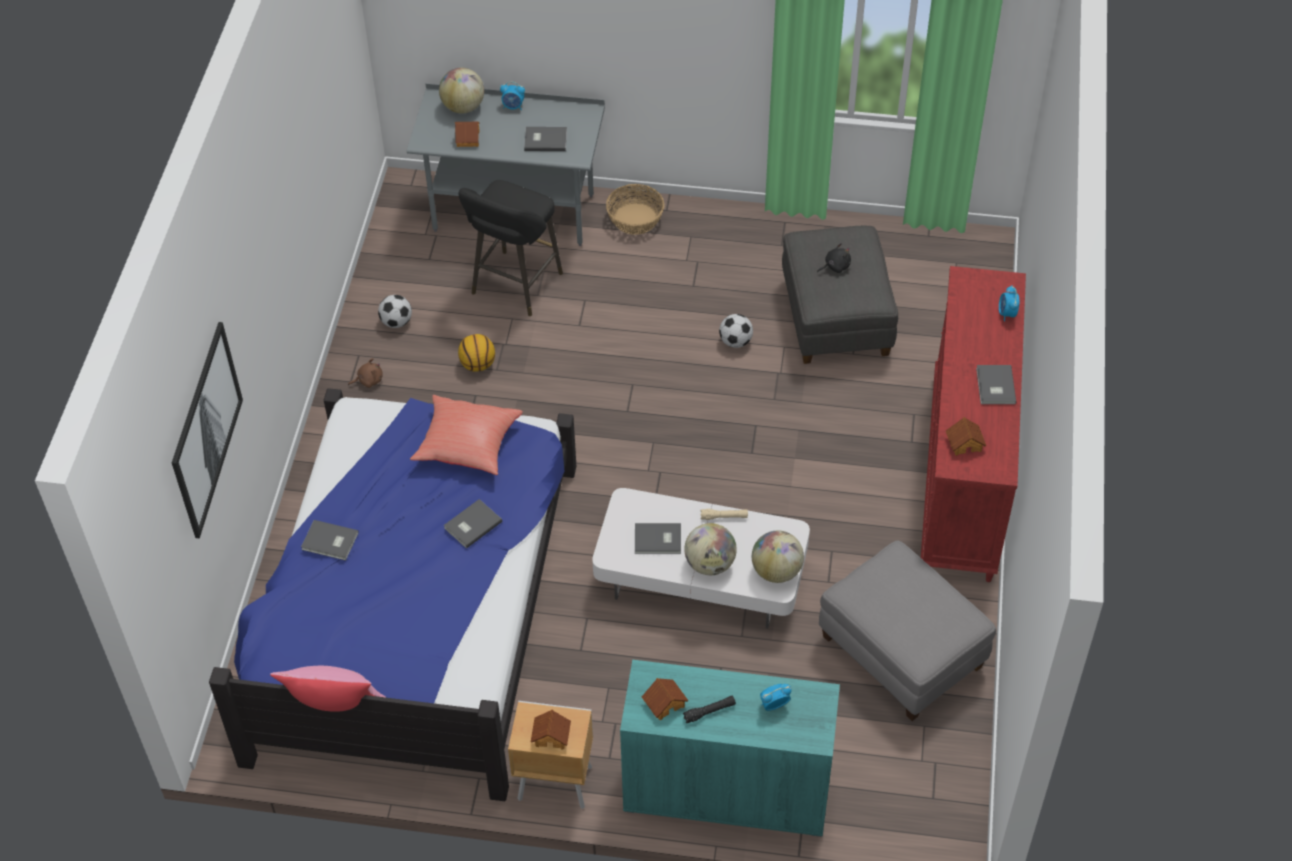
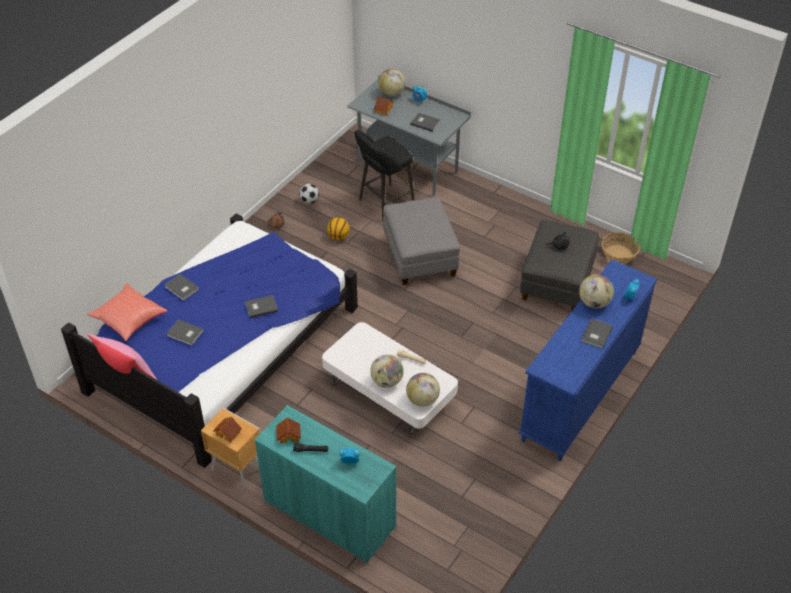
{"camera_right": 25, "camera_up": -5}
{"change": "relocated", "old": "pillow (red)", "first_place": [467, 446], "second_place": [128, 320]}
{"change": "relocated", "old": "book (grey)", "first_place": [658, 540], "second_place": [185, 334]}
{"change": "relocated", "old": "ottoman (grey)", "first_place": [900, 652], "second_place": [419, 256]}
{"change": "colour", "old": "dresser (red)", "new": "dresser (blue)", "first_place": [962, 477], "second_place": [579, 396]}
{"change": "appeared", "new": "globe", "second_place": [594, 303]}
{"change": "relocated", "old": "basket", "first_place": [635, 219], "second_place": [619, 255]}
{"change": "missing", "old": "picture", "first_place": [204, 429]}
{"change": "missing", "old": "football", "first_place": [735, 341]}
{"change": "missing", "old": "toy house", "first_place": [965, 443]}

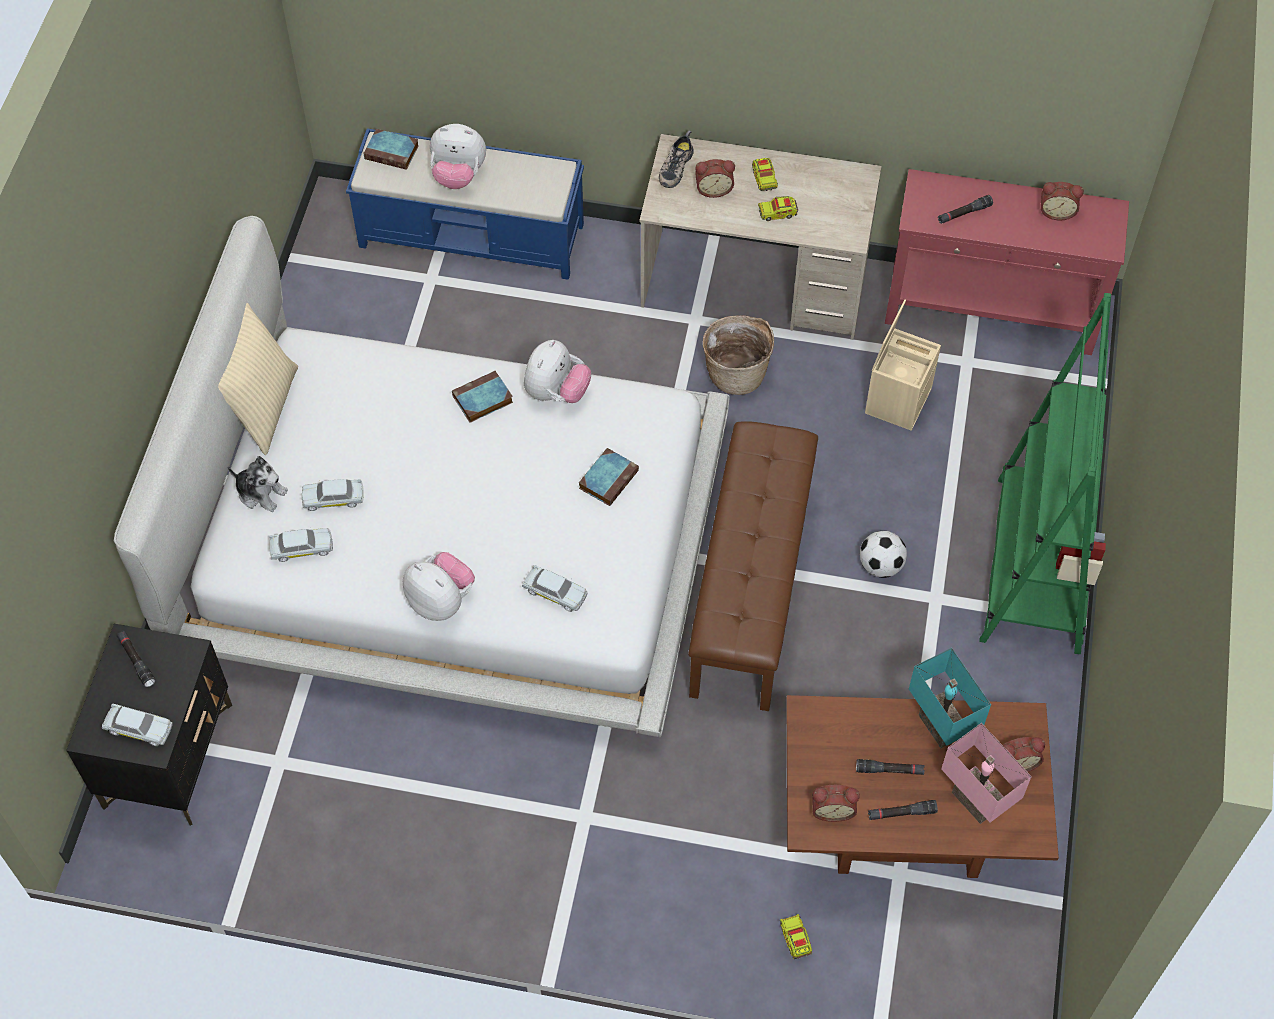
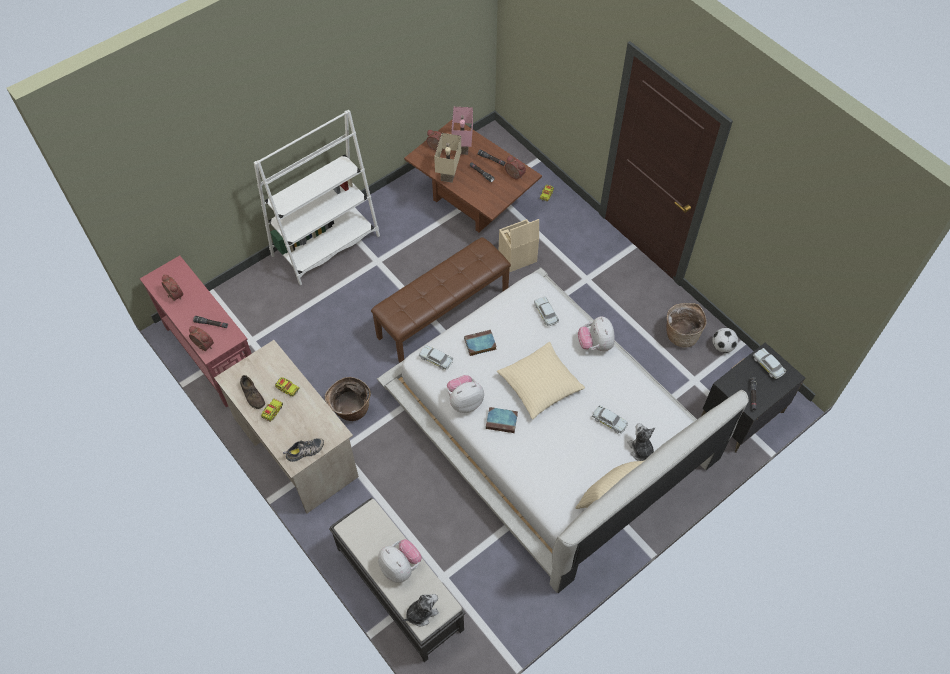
{"camera_right": -140, "camera_up": 0}
{"change": "relocated", "old": "alarm clock", "first_place": [713, 189], "second_place": [202, 346]}
{"change": "appeared", "new": "shoe (brown)", "second_place": [252, 395]}
{"change": "colour", "old": "bookcase (green)", "new": "bookcase (white)", "first_place": [1037, 565], "second_place": [326, 246]}
{"change": "colour", "old": "bench (blue)", "new": "bench (black)", "first_place": [473, 235], "second_place": [398, 588]}
{"change": "exchanged", "old": "book", "new": "plush toy", "first_place": [393, 152], "second_place": [421, 613]}
{"change": "relocated", "old": "toy car (white)", "first_place": [301, 548], "second_place": [436, 359]}
{"change": "colour", "old": "table lamp (turquoise)", "new": "table lamp (beige)", "first_place": [942, 725], "second_place": [447, 174]}
{"change": "appeared", "new": "pillow (beige)", "second_place": [540, 384]}
{"change": "relocated", "old": "storage box (beige)", "first_place": [897, 399], "second_place": [517, 258]}
{"change": "appeared", "new": "basket", "second_place": [681, 334]}
{"change": "relocated", "old": "football", "first_place": [880, 566], "second_place": [722, 346]}

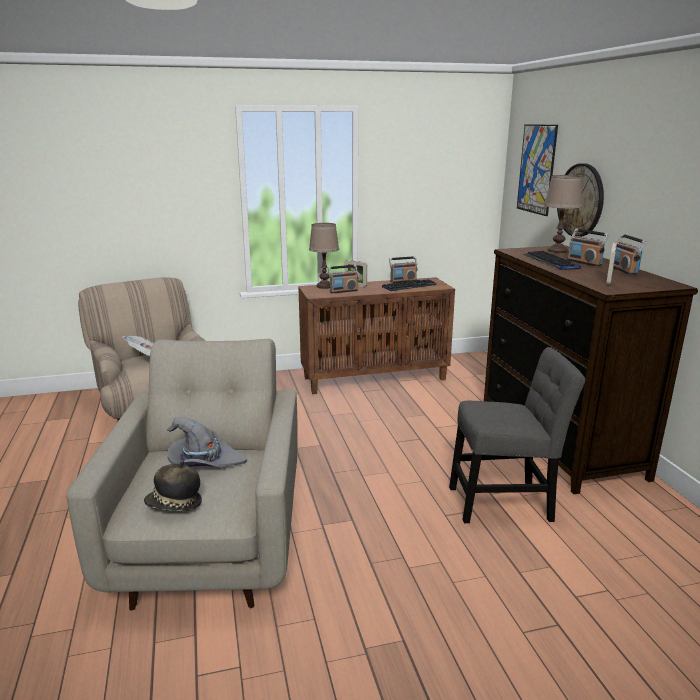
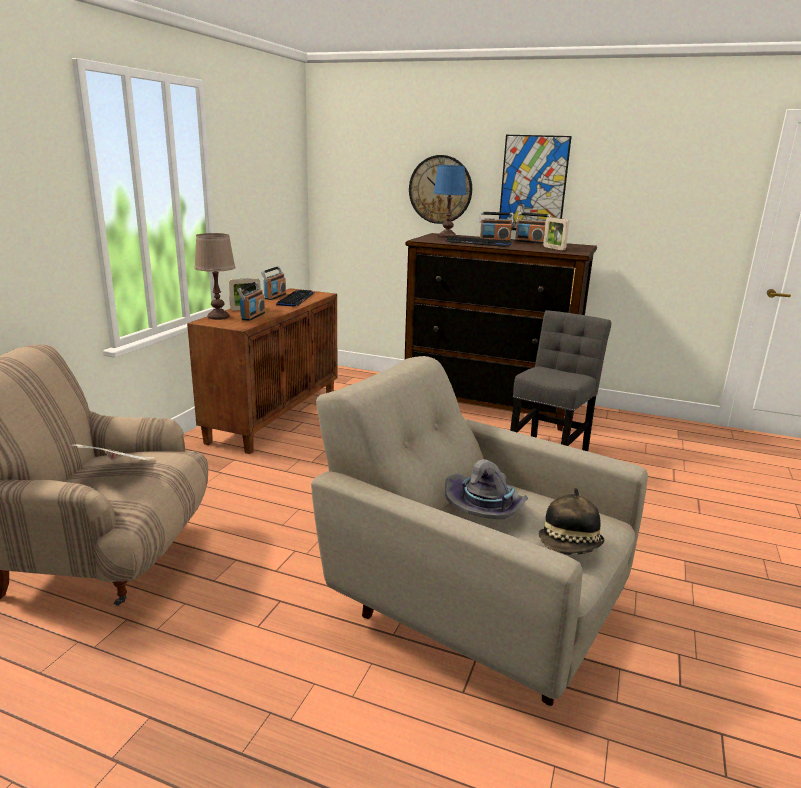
{"camera_right": -55, "camera_up": 0}
{"change": "colour", "old": "table lamp (brown)", "new": "table lamp (blue)", "first_place": [557, 251], "second_place": [447, 236]}
{"change": "relocated", "old": "picture", "first_place": [536, 169], "second_place": [533, 184]}

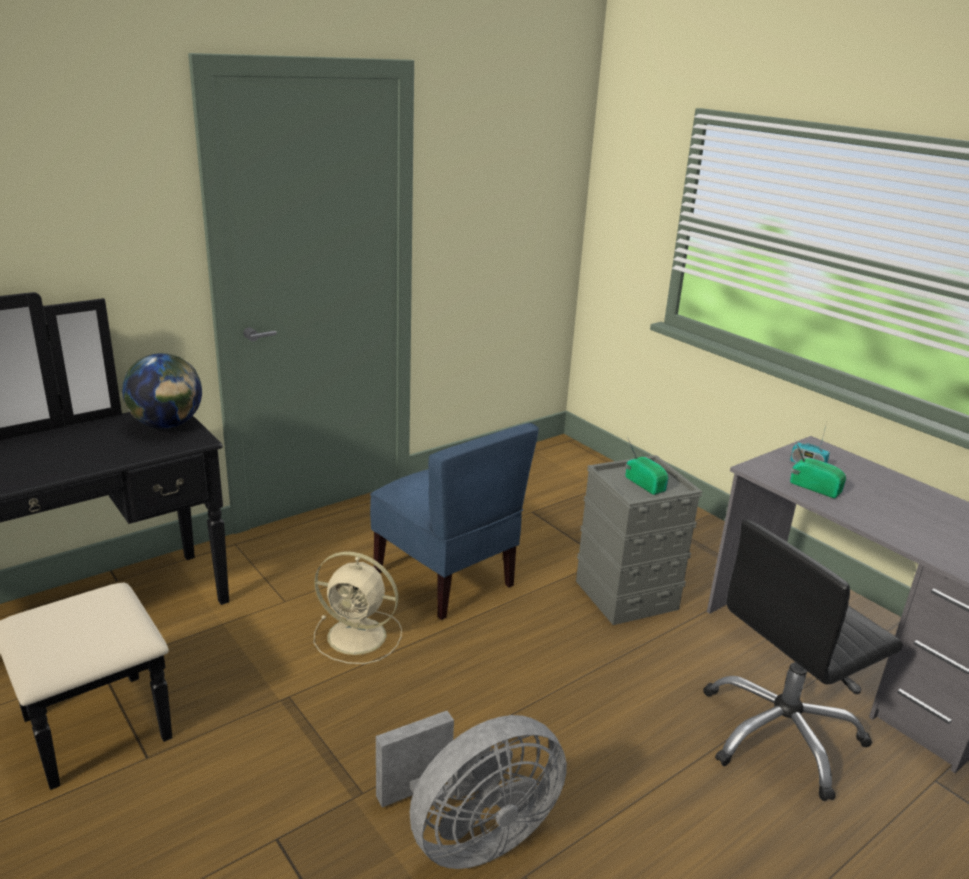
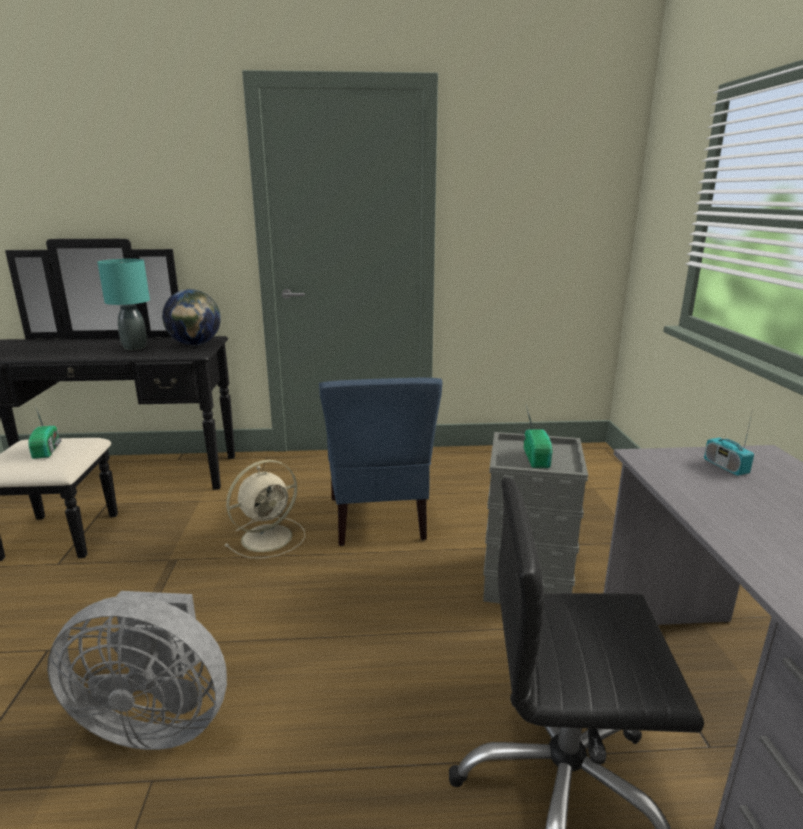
{"camera_right": 35, "camera_up": -5}
{"change": "relocated", "old": "radio", "first_place": [814, 487], "second_place": [48, 450]}
{"change": "appeared", "new": "table lamp (turquoise)", "second_place": [135, 347]}
{"change": "spun", "old": "fan (beige)", "first_place": [359, 636], "second_place": [269, 537], "degrees": -90}

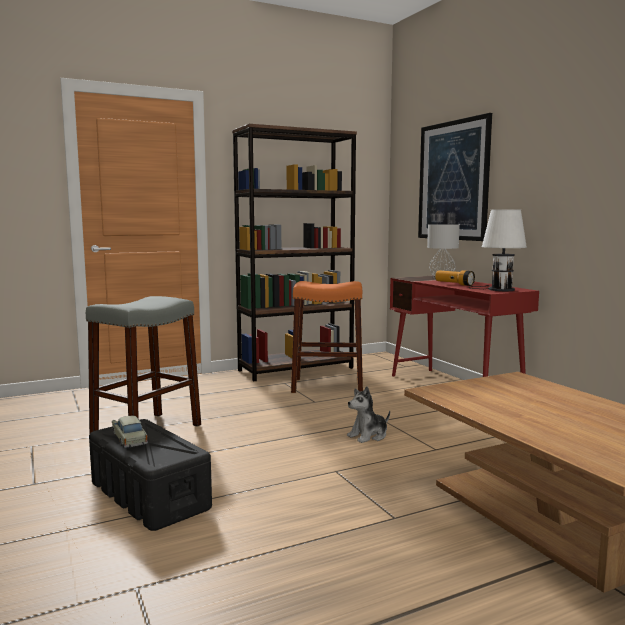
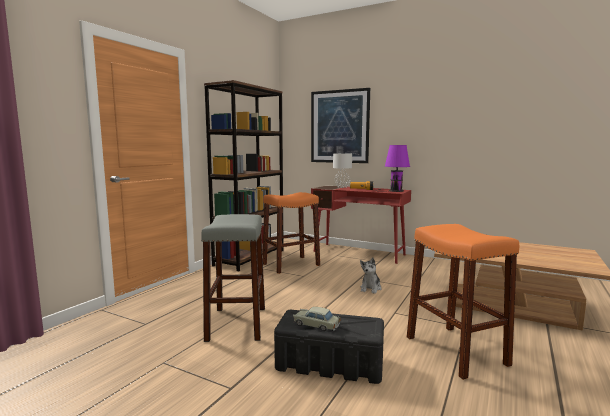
{"camera_right": -35, "camera_up": 0}
{"change": "colour", "old": "table lamp (white)", "new": "table lamp (purple)", "first_place": [498, 289], "second_place": [394, 191]}
{"change": "appeared", "new": "stool (orange)", "second_place": [455, 350]}

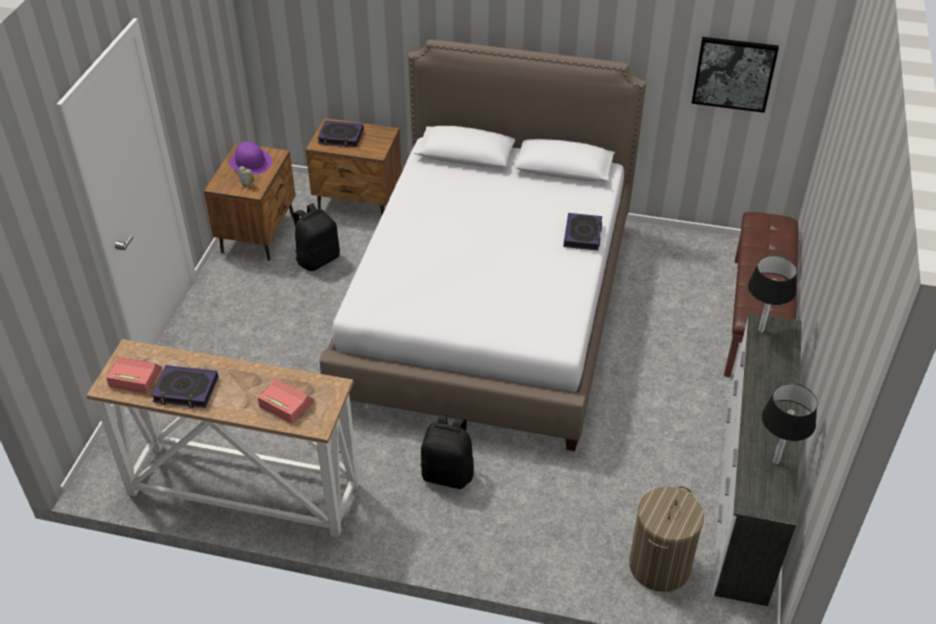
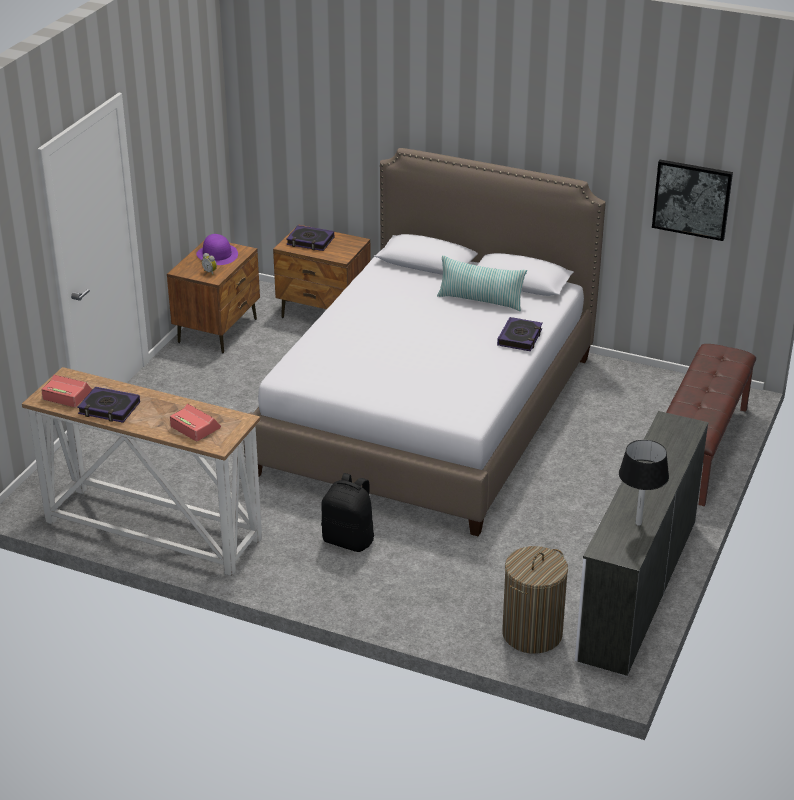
{"camera_right": 10, "camera_up": -10}
{"change": "appeared", "new": "pillow", "second_place": [480, 300]}
{"change": "missing", "old": "backpack (black)", "first_place": [318, 259]}
{"change": "missing", "old": "table lamp (black)", "first_place": [761, 330]}

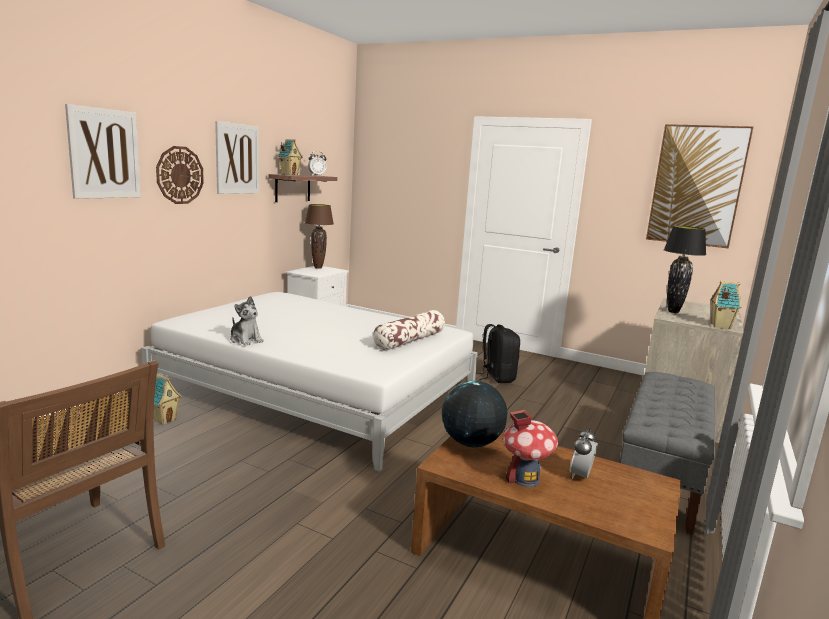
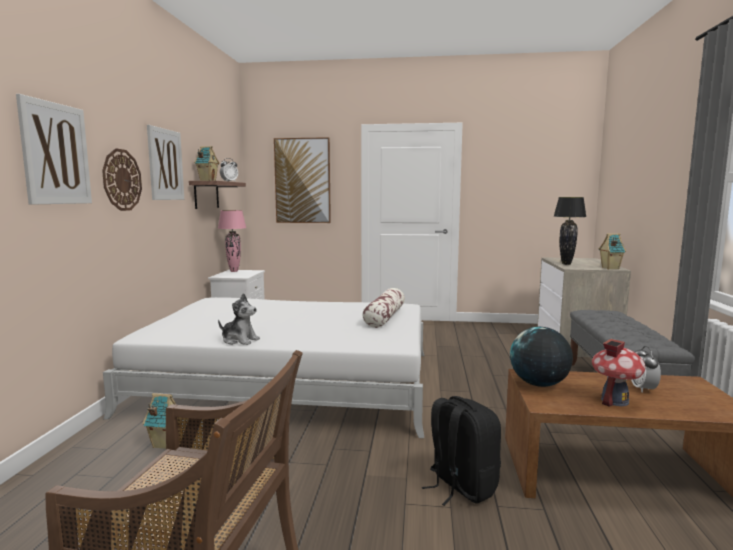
{"camera_right": -20, "camera_up": -5}
{"change": "colour", "old": "table lamp (brown)", "new": "table lamp (pink)", "first_place": [318, 267], "second_place": [234, 271]}
{"change": "relocated", "old": "picture", "first_place": [696, 186], "second_place": [302, 181]}
{"change": "relocated", "old": "backpack (black)", "first_place": [497, 377], "second_place": [460, 486]}

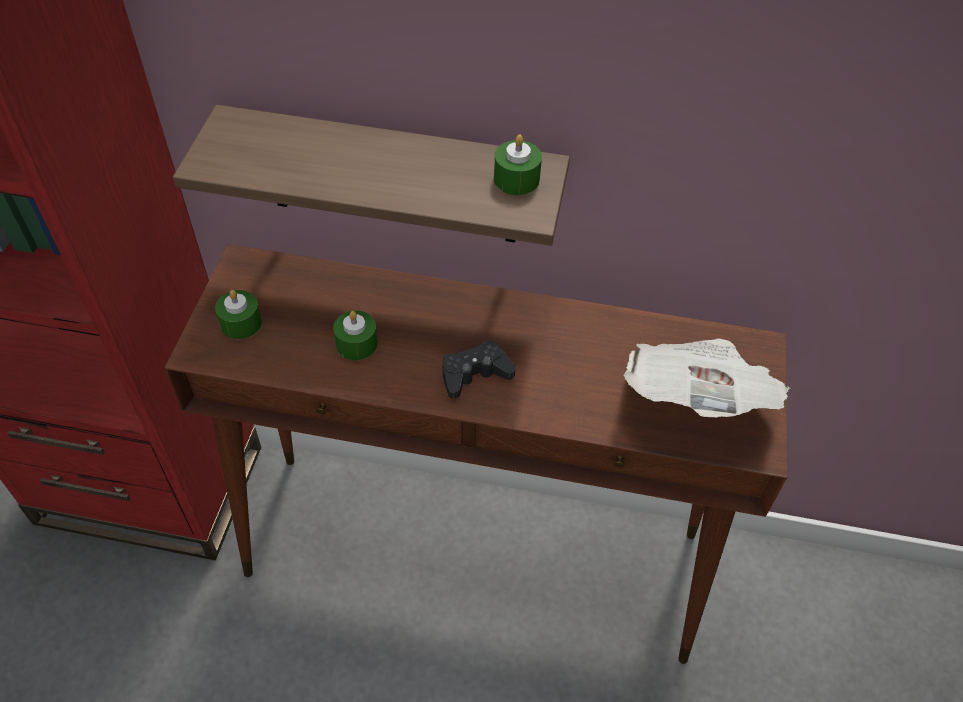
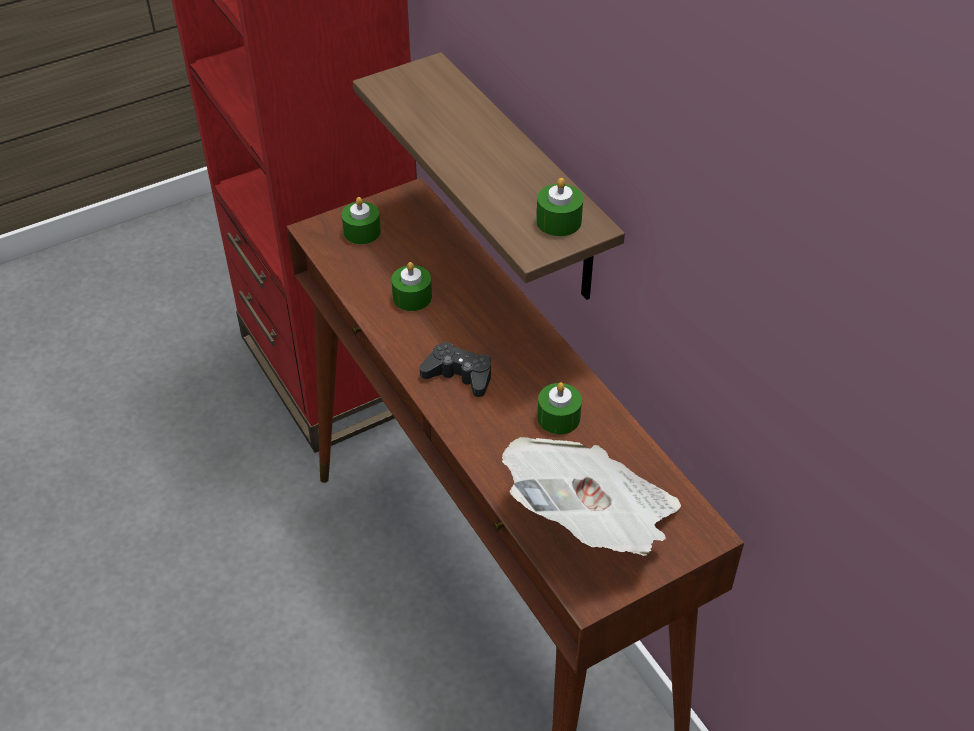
{"camera_right": 50, "camera_up": -5}
{"change": "appeared", "new": "candle (green)", "second_place": [558, 417]}

